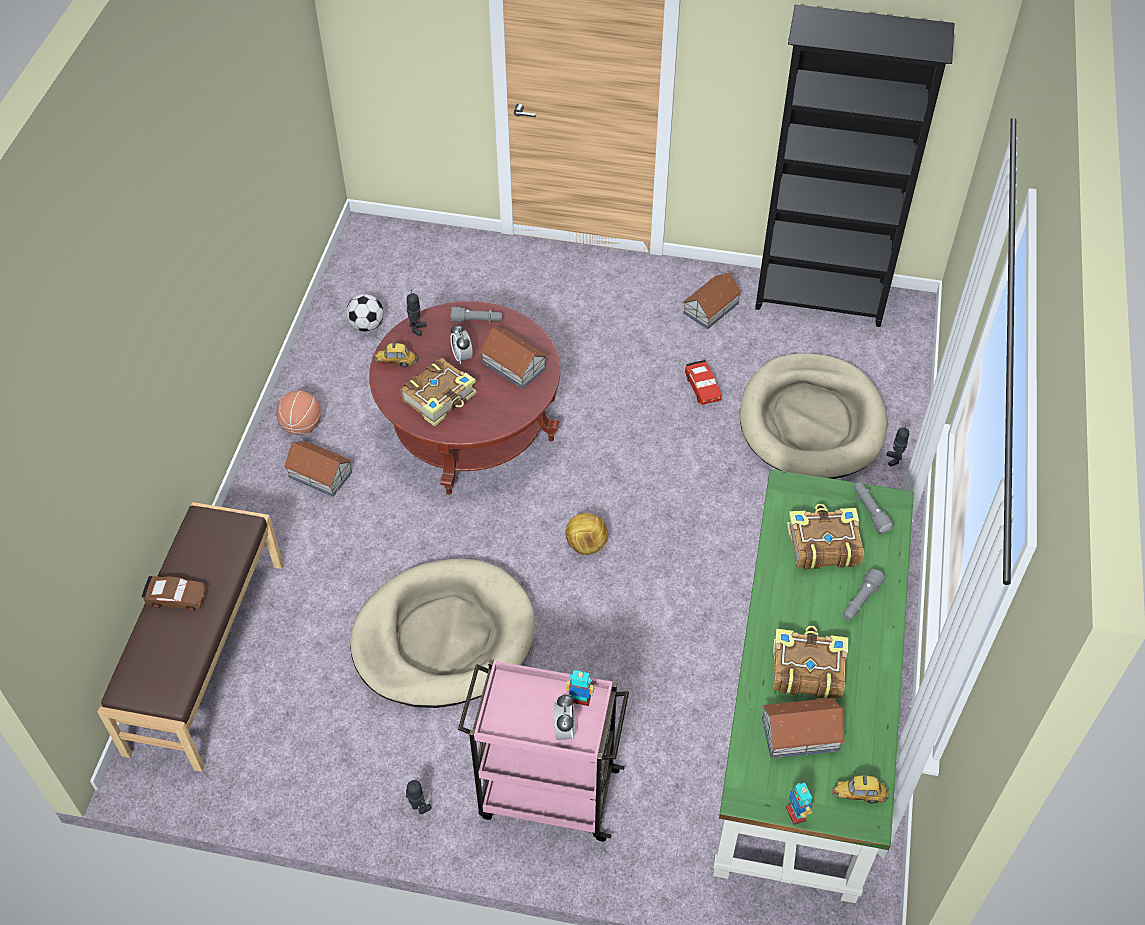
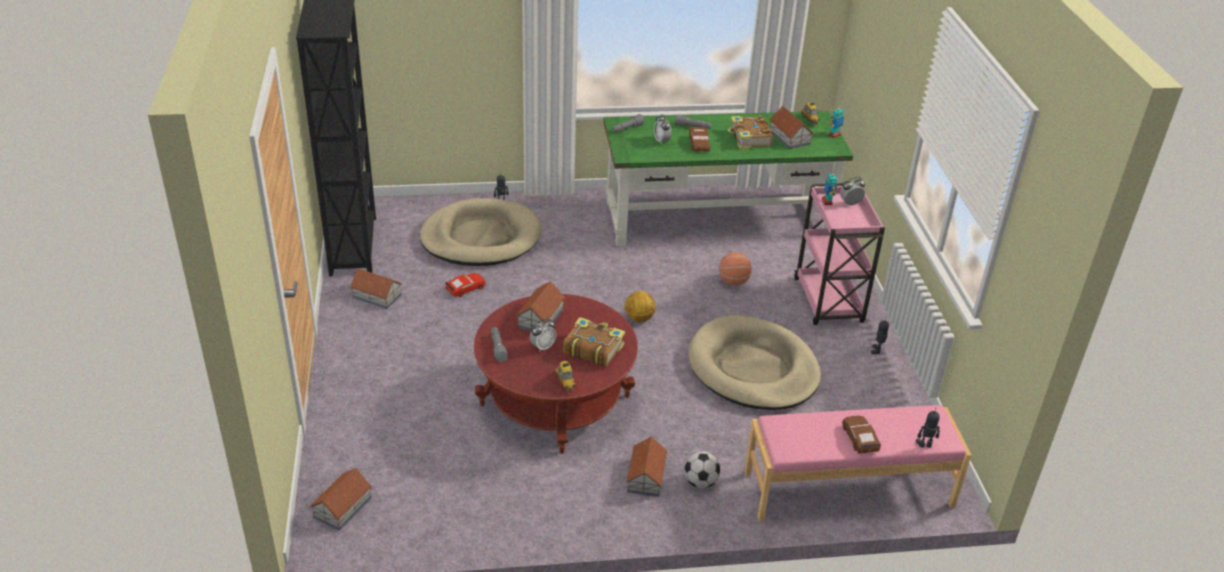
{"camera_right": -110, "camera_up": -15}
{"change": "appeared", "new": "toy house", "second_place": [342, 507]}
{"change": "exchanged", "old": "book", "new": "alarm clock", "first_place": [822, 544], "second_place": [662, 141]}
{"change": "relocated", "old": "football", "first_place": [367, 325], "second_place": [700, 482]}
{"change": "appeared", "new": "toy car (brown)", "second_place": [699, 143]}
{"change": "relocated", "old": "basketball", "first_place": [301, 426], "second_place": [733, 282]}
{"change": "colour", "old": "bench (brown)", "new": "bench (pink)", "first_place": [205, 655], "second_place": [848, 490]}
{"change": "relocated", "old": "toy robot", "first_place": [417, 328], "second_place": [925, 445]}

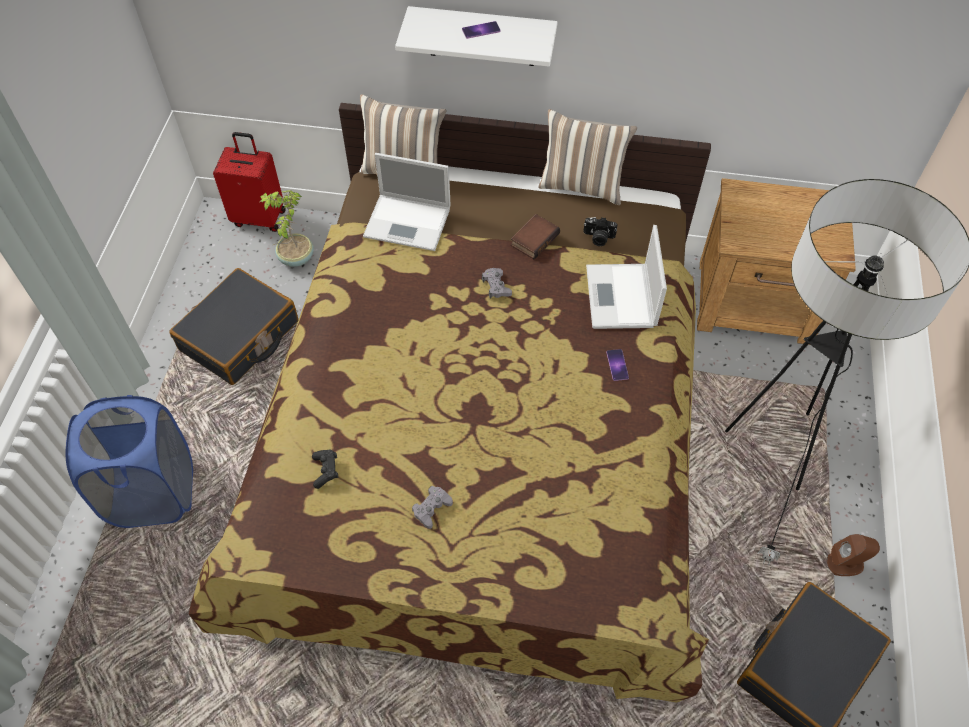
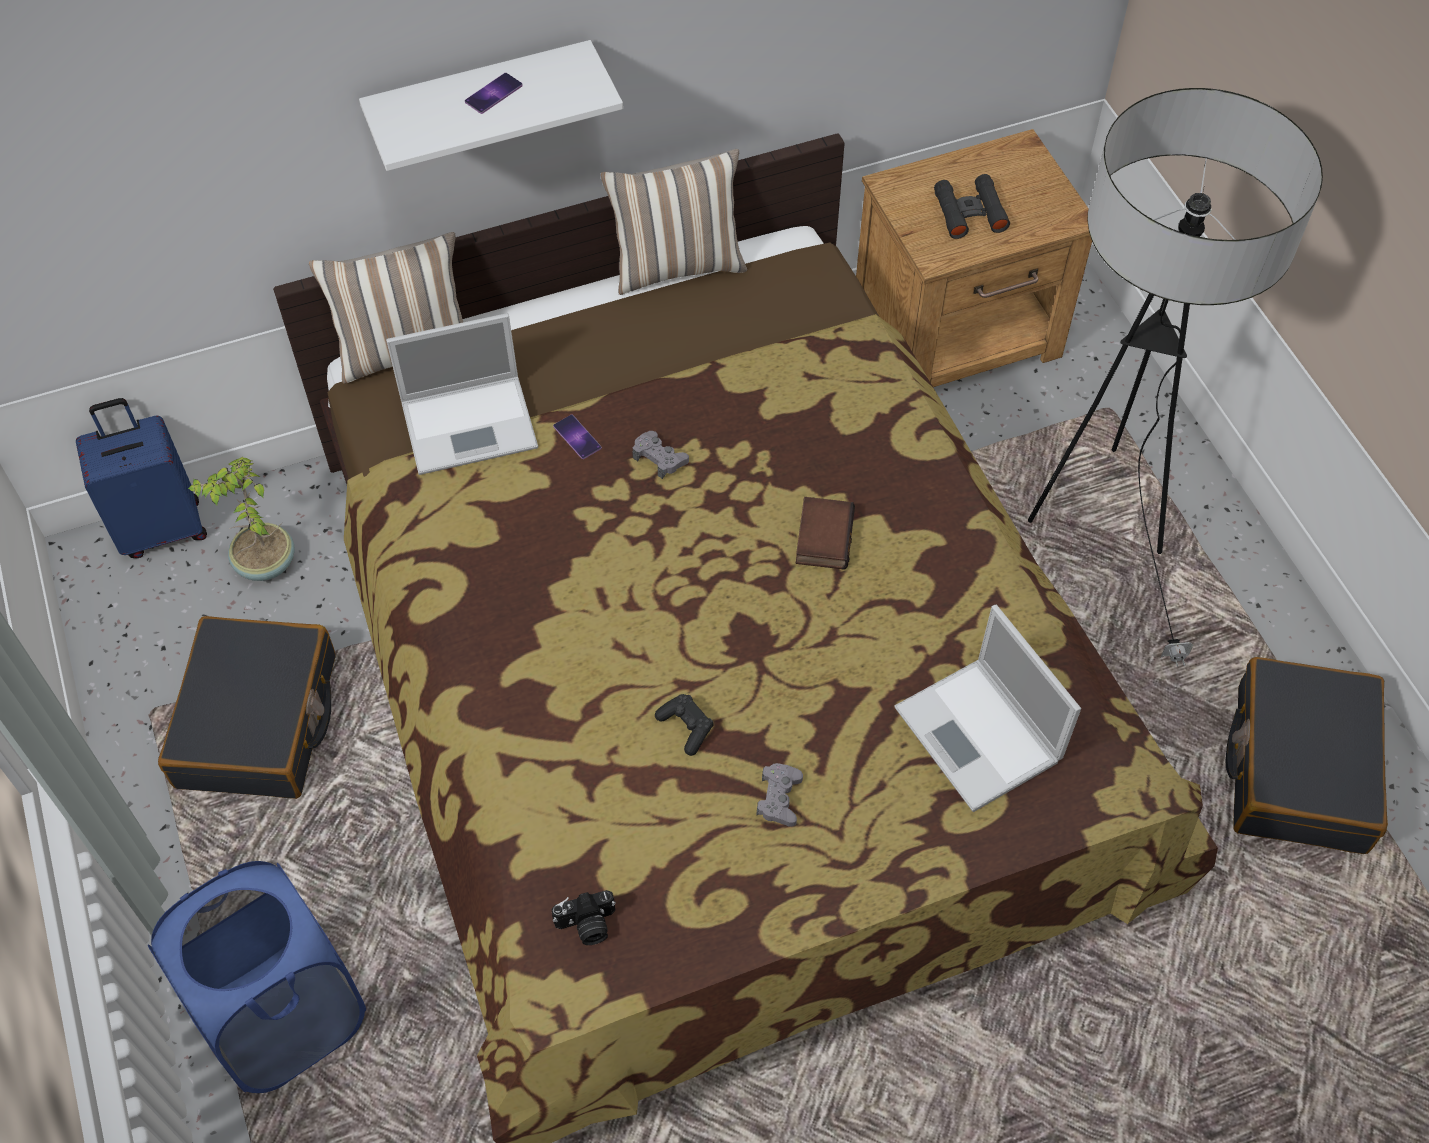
{"camera_right": -30, "camera_up": 0}
{"change": "colour", "old": "suitcase (red)", "new": "suitcase (blue)", "first_place": [259, 217], "second_place": [162, 528]}
{"change": "relocated", "old": "photo camera", "first_place": [598, 238], "second_place": [587, 926]}
{"change": "relocated", "old": "phone", "first_place": [617, 365], "second_place": [577, 437]}
{"change": "relocated", "old": "game controller (black)", "first_place": [326, 470], "second_place": [686, 727]}
{"change": "relocated", "old": "book", "first_place": [534, 239], "second_place": [822, 536]}
{"change": "relocated", "old": "laptop", "first_place": [621, 298], "second_place": [980, 736]}
{"change": "appeared", "new": "binoculars (black)", "second_place": [969, 212]}
{"change": "missing", "old": "speaker (brown)", "first_place": [845, 563]}

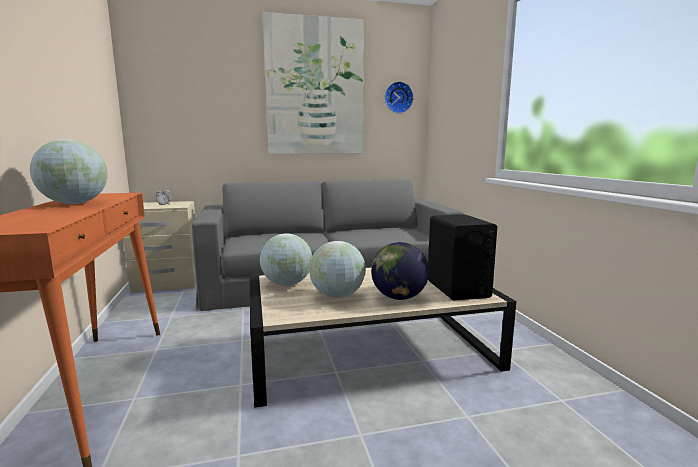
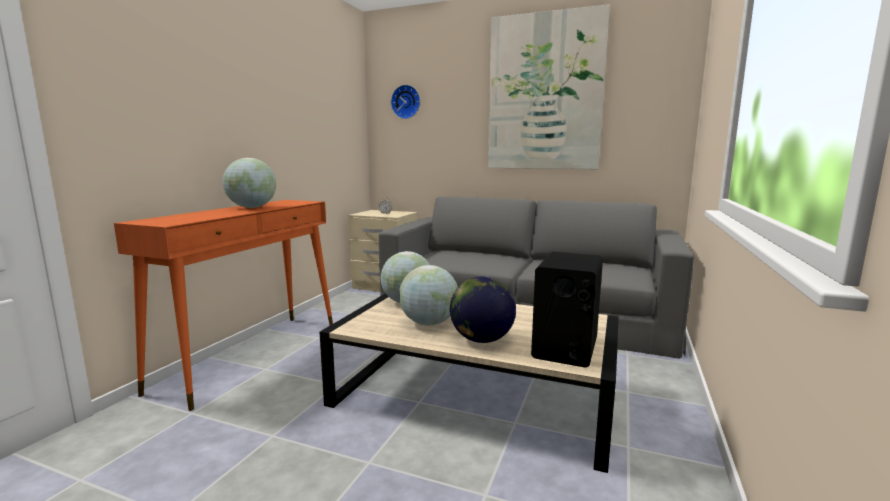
{"camera_right": 35, "camera_up": 0}
{"change": "relocated", "old": "wall clock", "first_place": [398, 97], "second_place": [406, 102]}

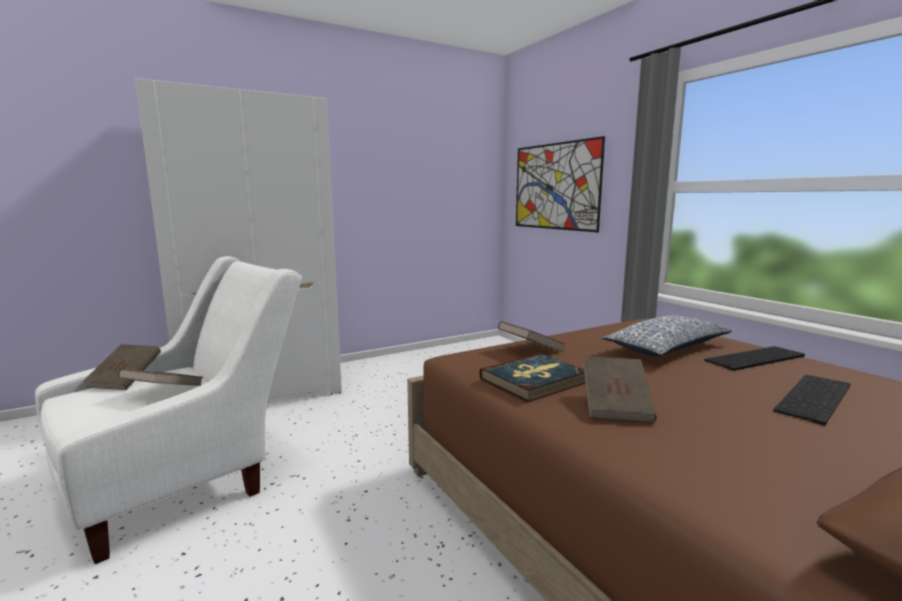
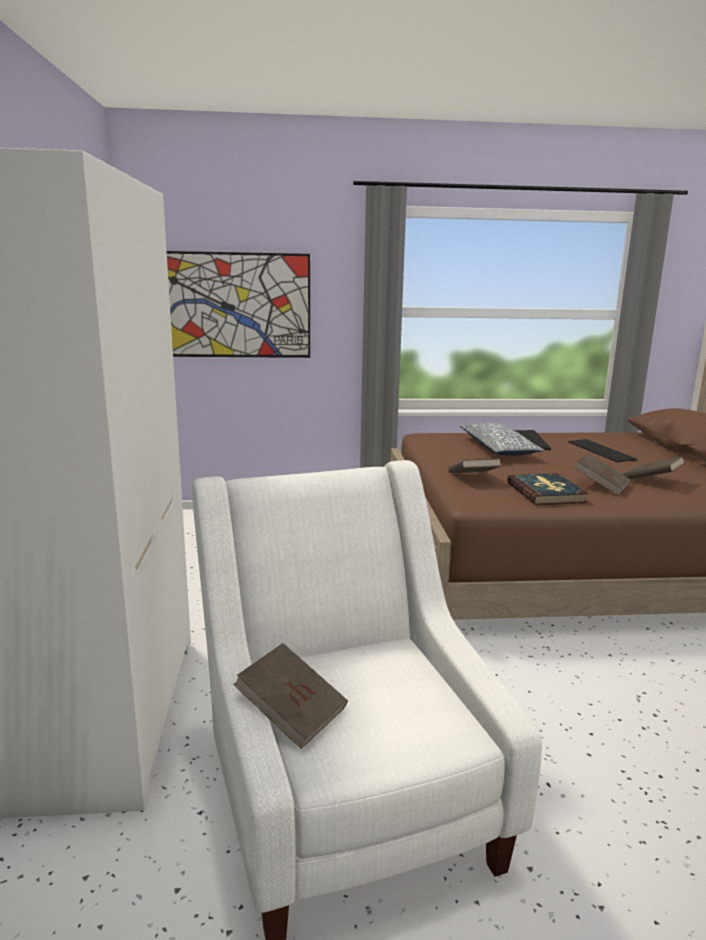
{"camera_right": -65, "camera_up": 5}
{"change": "relocated", "old": "book (brown)", "first_place": [164, 392], "second_place": [650, 481]}

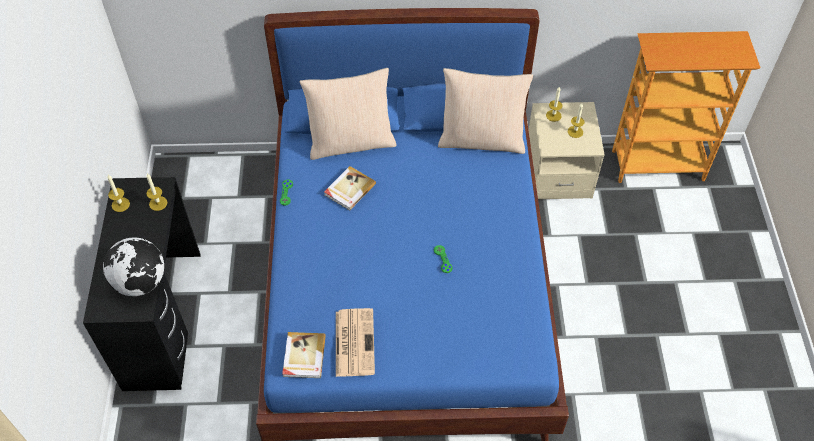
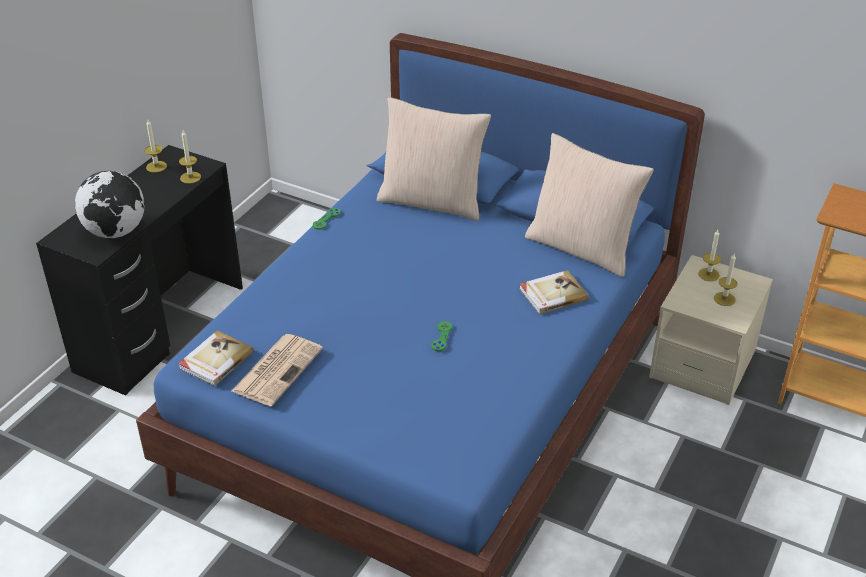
{"camera_right": 30, "camera_up": -15}
{"change": "relocated", "old": "book", "first_place": [349, 189], "second_place": [552, 294]}

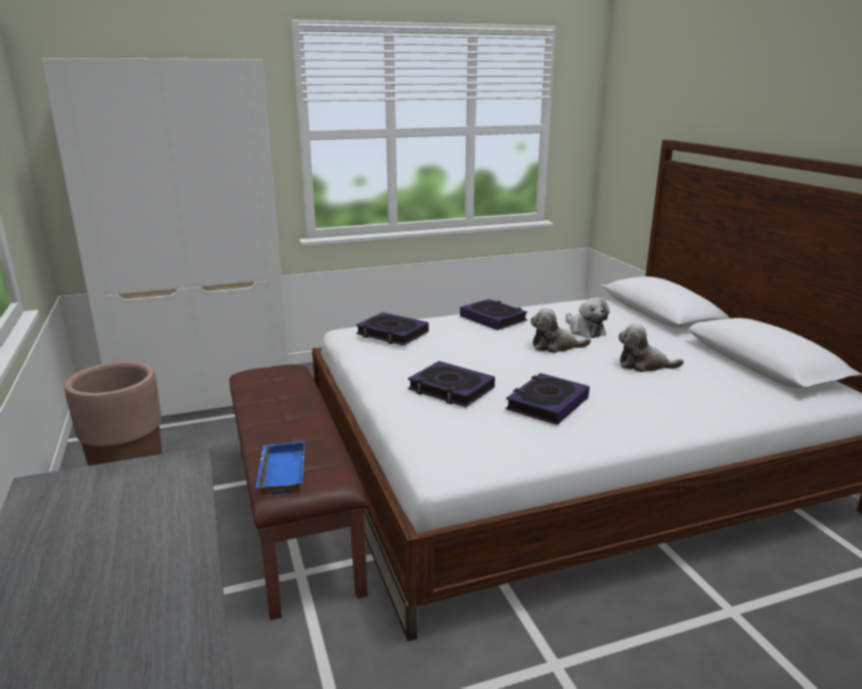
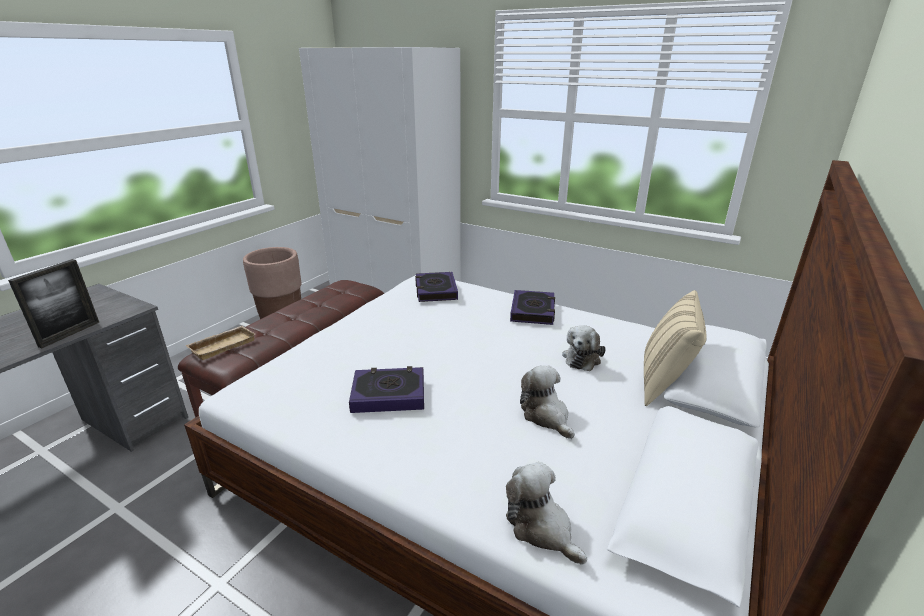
{"camera_right": 50, "camera_up": 5}
{"change": "appeared", "new": "picture frame", "second_place": [70, 334]}
{"change": "colour", "old": "tray (blue)", "new": "tray (beige)", "first_place": [280, 472], "second_place": [223, 345]}
{"change": "relocated", "old": "plush toy", "first_place": [555, 346], "second_place": [541, 528]}
{"change": "appeared", "new": "pillow (beige)", "second_place": [664, 383]}
{"change": "missing", "old": "book", "first_place": [451, 389]}

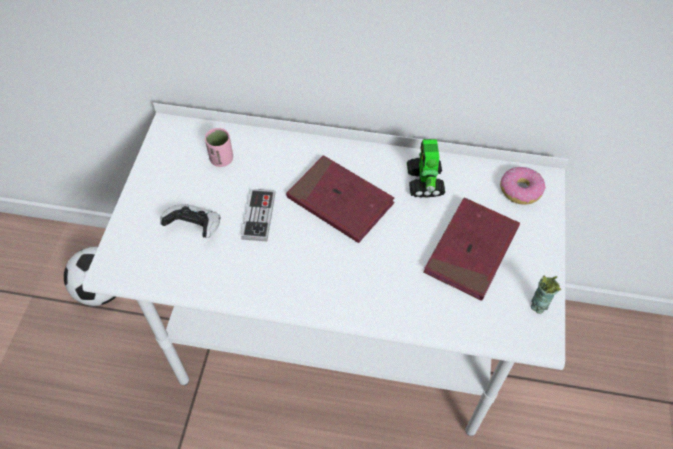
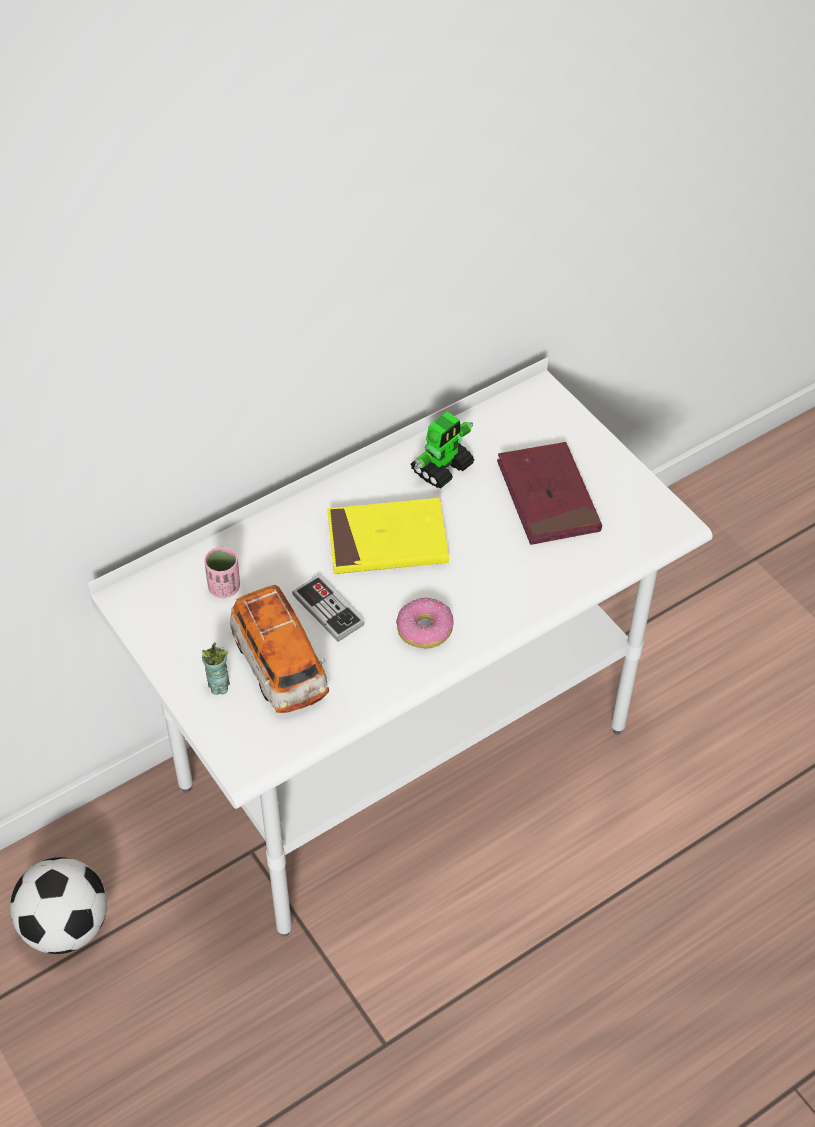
{"camera_right": -45, "camera_up": -5}
{"change": "relocated", "old": "cup", "first_place": [538, 305], "second_place": [218, 685]}
{"change": "exchanged", "old": "game controller", "new": "toy car", "first_place": [195, 227], "second_place": [279, 666]}
{"change": "colour", "old": "book (red)", "new": "book (yellow)", "first_place": [340, 201], "second_place": [387, 541]}
{"change": "relocated", "old": "donut", "first_place": [520, 190], "second_place": [425, 629]}
{"change": "spun", "old": "toy robot", "first_place": [424, 182], "second_place": [442, 468], "degrees": -90}

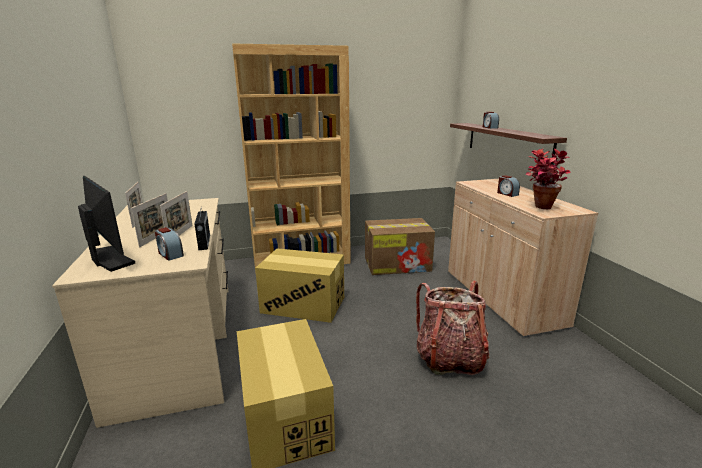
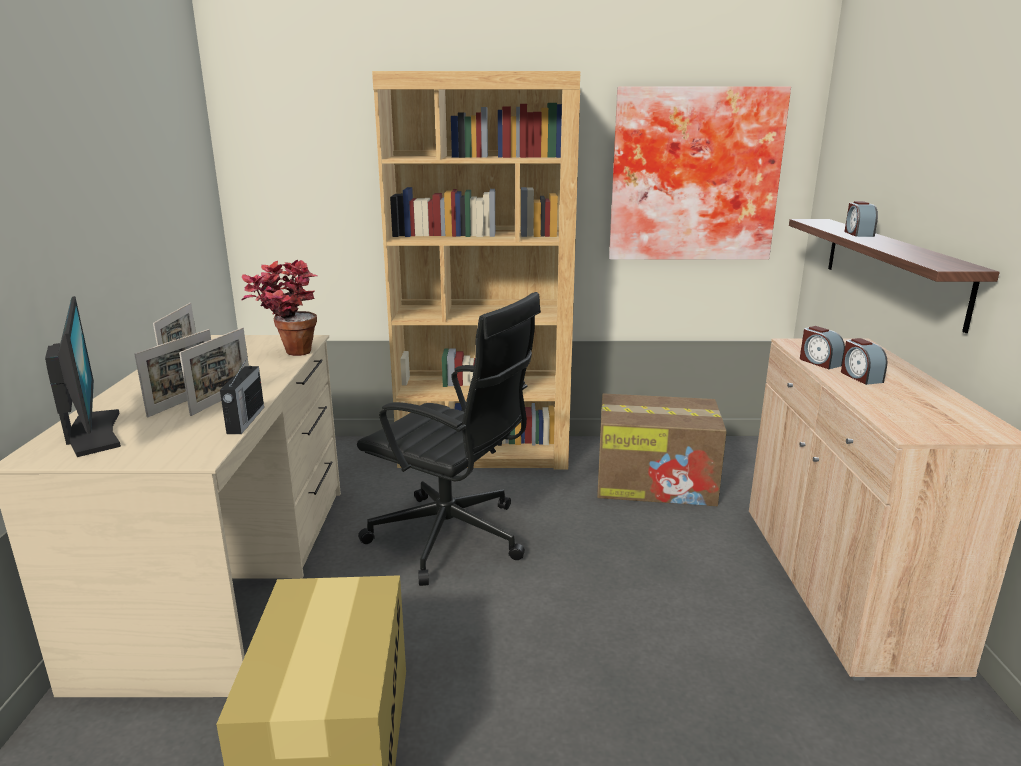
{"camera_right": 15, "camera_up": 0}
{"change": "relocated", "old": "potted plant", "first_place": [540, 208], "second_place": [288, 353]}
{"change": "exchanged", "old": "cardboard box", "new": "office chair (black)", "first_place": [303, 305], "second_place": [452, 538]}
{"change": "appeared", "new": "picture", "second_place": [693, 175]}
{"change": "relocated", "old": "alarm clock", "first_place": [170, 254], "second_place": [819, 362]}
{"change": "missing", "old": "backpack", "first_place": [449, 358]}

